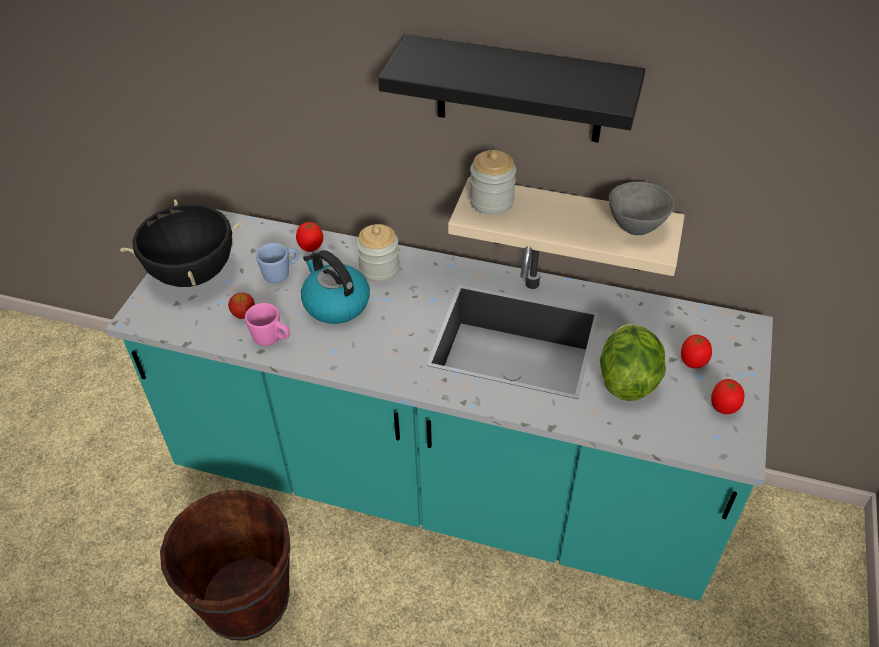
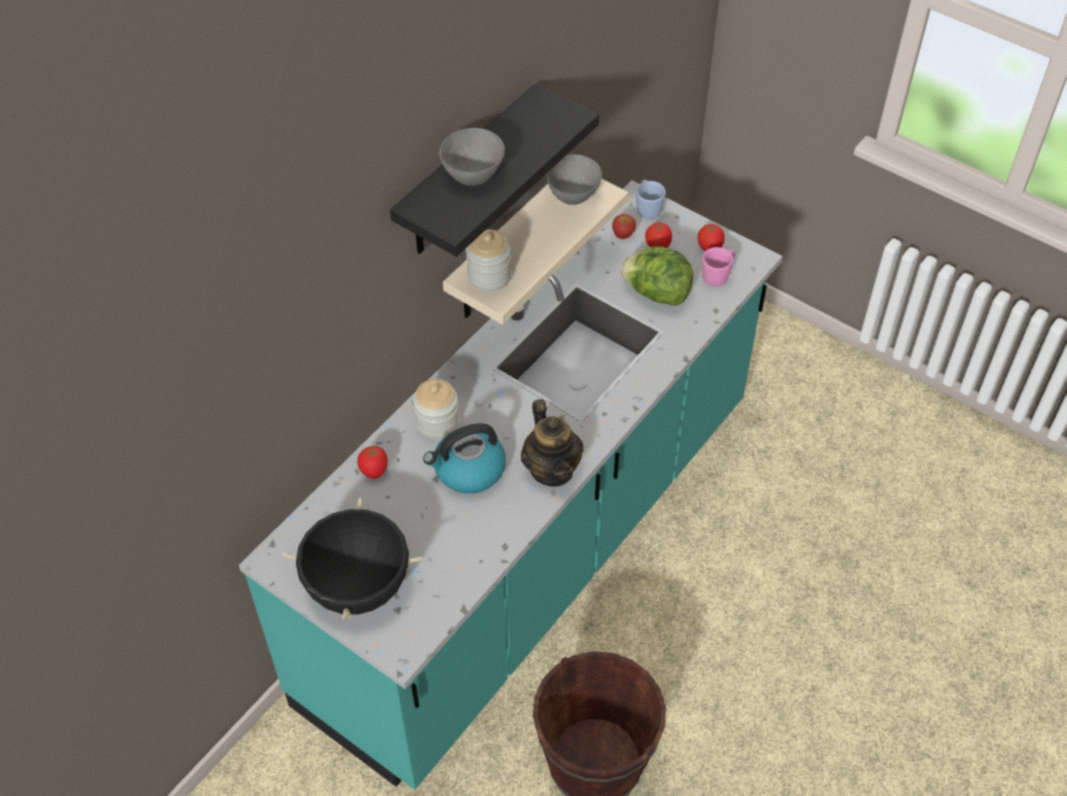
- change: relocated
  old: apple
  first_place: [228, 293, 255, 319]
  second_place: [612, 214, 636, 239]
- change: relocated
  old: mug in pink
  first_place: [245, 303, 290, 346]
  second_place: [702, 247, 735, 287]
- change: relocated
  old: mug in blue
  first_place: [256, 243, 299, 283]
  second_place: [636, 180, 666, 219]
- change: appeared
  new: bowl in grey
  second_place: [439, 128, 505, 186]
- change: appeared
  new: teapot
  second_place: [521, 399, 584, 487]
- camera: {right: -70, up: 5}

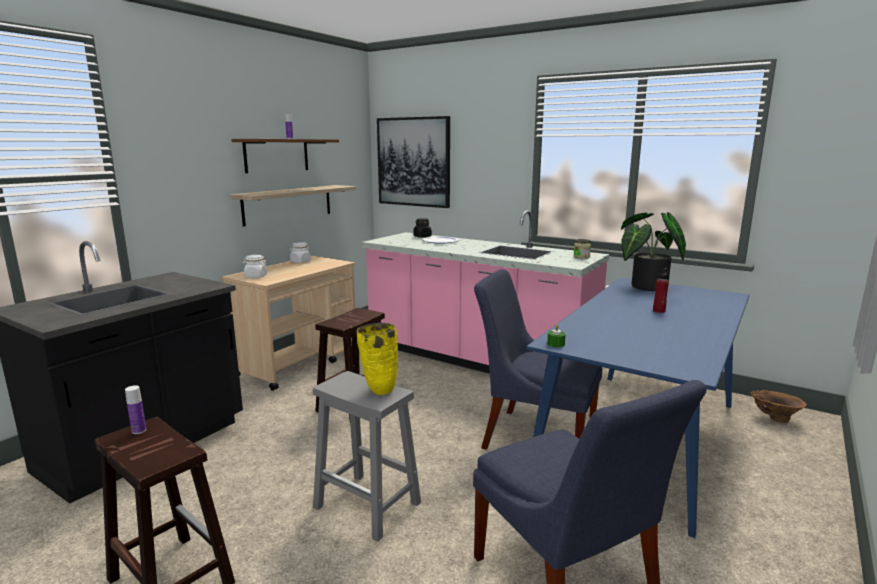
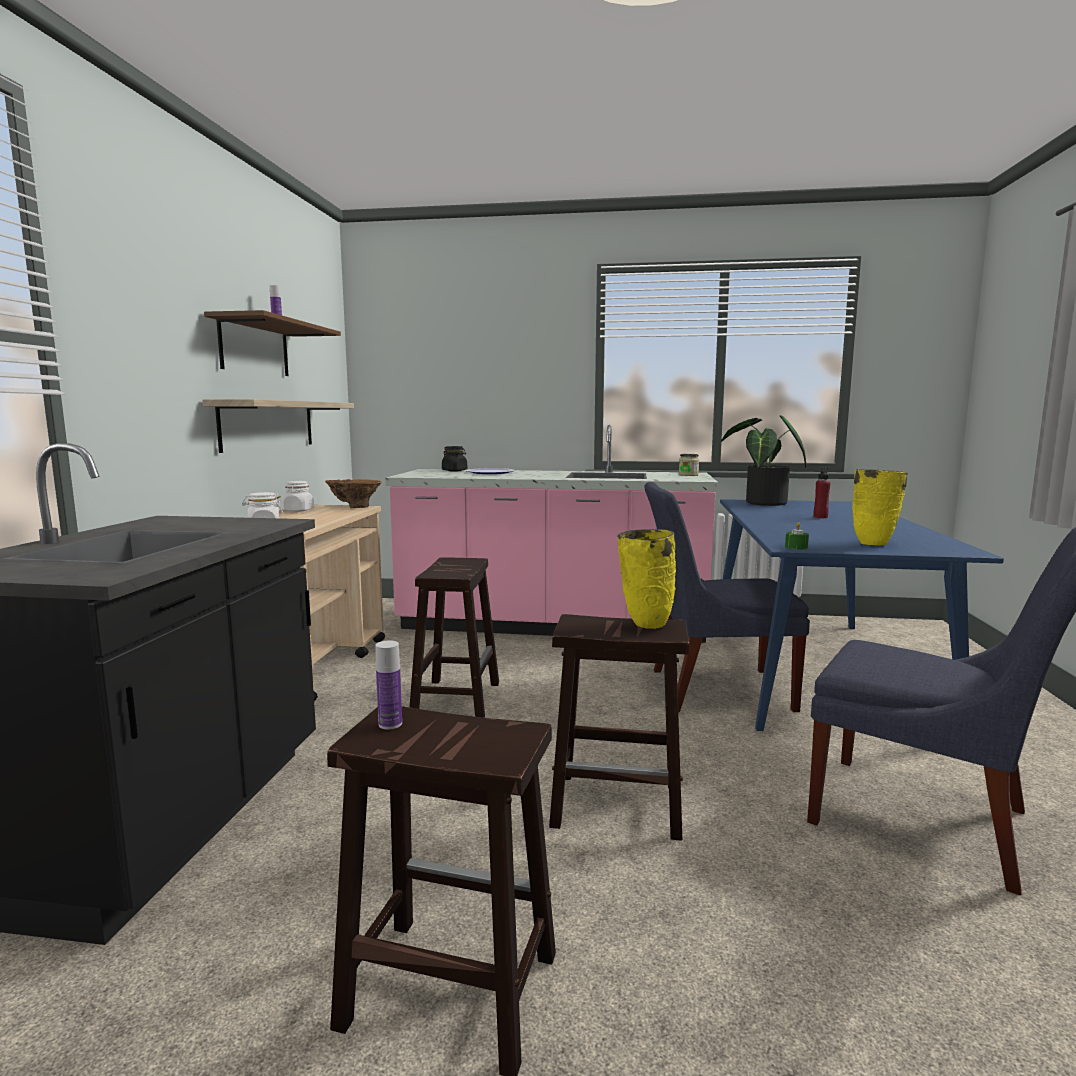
- change: colour
  old: stool in grey
  new: stool in brown
  first_place: [313, 371, 421, 541]
  second_place: [549, 614, 689, 841]
- change: missing
  old: picture
  first_place: [377, 116, 450, 208]
- change: relocated
  old: vase in brown
  first_place: [751, 390, 807, 423]
  second_place: [325, 479, 382, 508]
- change: appeared
  new: vase in yellow
  second_place: [852, 469, 908, 545]
- camera: {right: -25, up: -5}

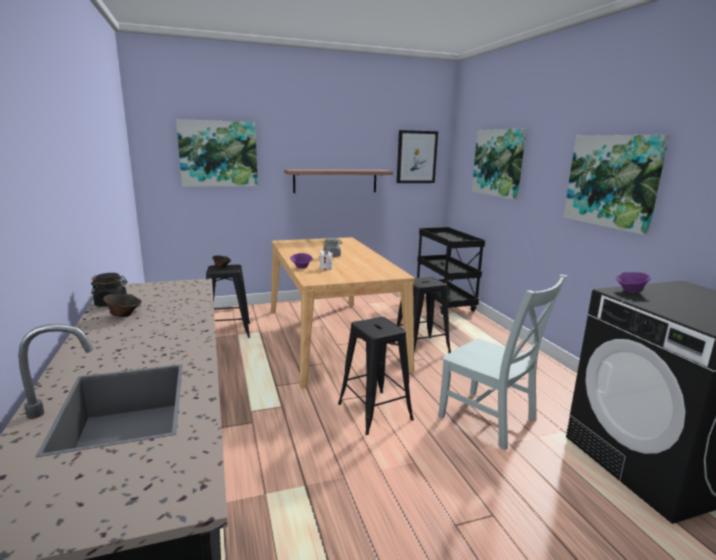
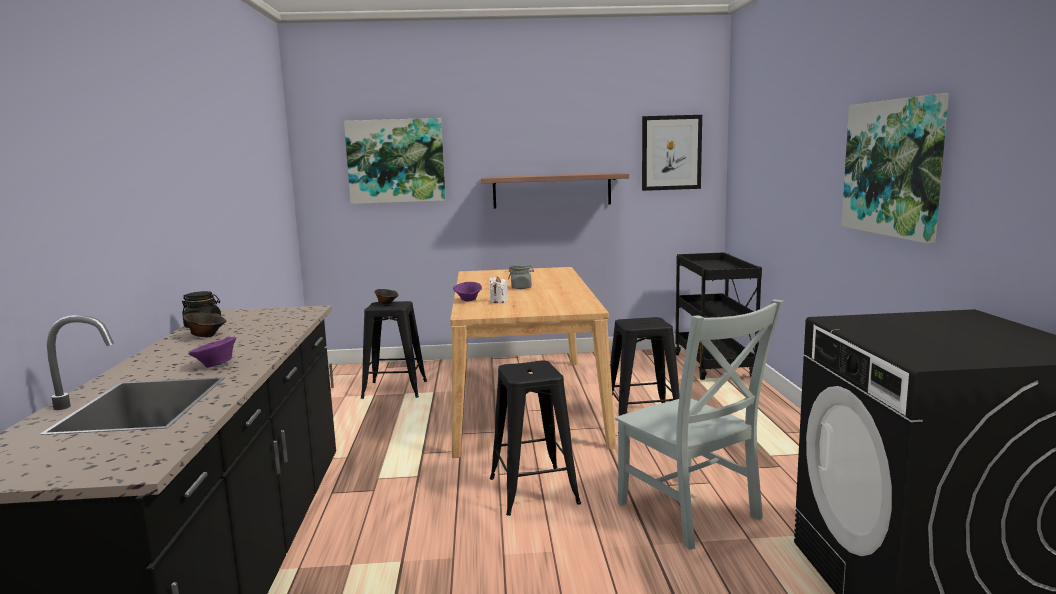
- change: missing
  old: picture
  first_place: [472, 129, 526, 200]
- change: relocated
  old: bowl in purple
  first_place: [616, 272, 651, 293]
  second_place: [188, 336, 236, 368]
- camera: {right: 15, up: -5}

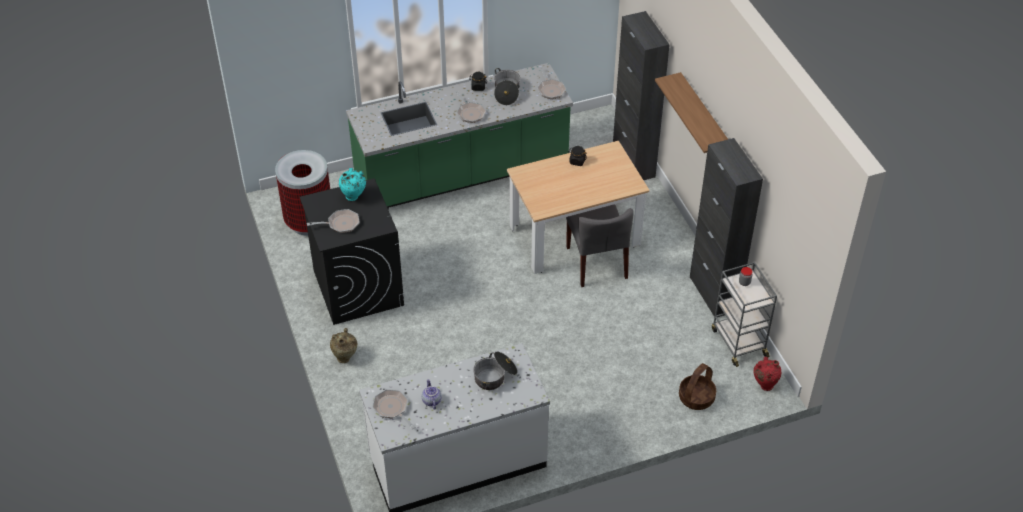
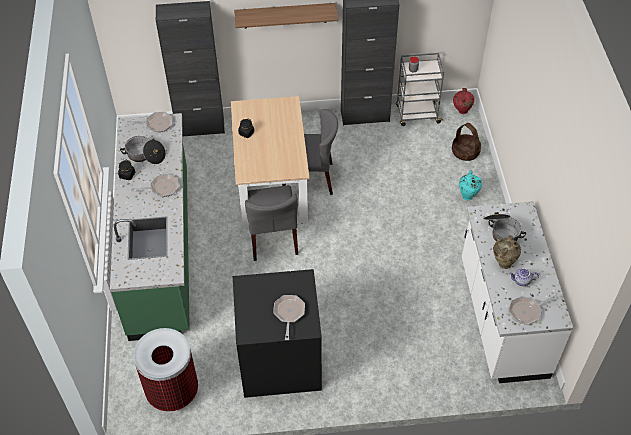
- change: relocated
  old: vase in beige
  first_place: [330, 328, 358, 363]
  second_place: [493, 235, 521, 269]
- change: relocated
  old: vase in turquoise
  first_place: [339, 168, 366, 201]
  second_place: [459, 170, 482, 200]
- change: appeared
  new: chair in grey
  second_place: [245, 185, 298, 261]
- camera: {right: -75, up: 5}

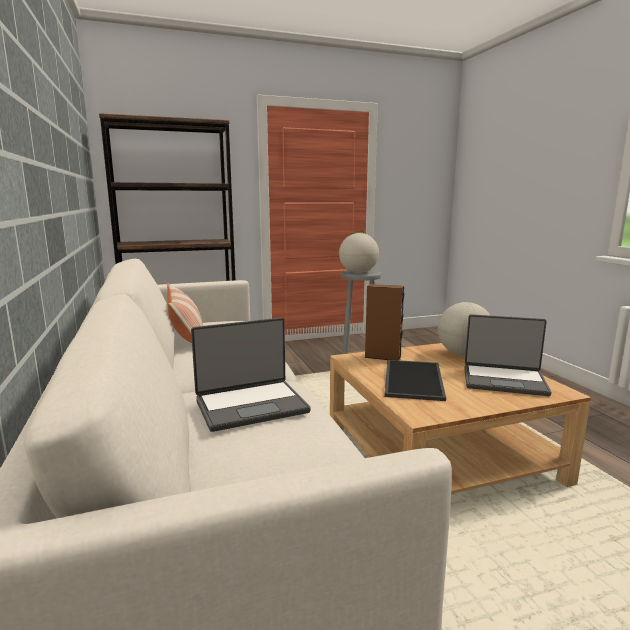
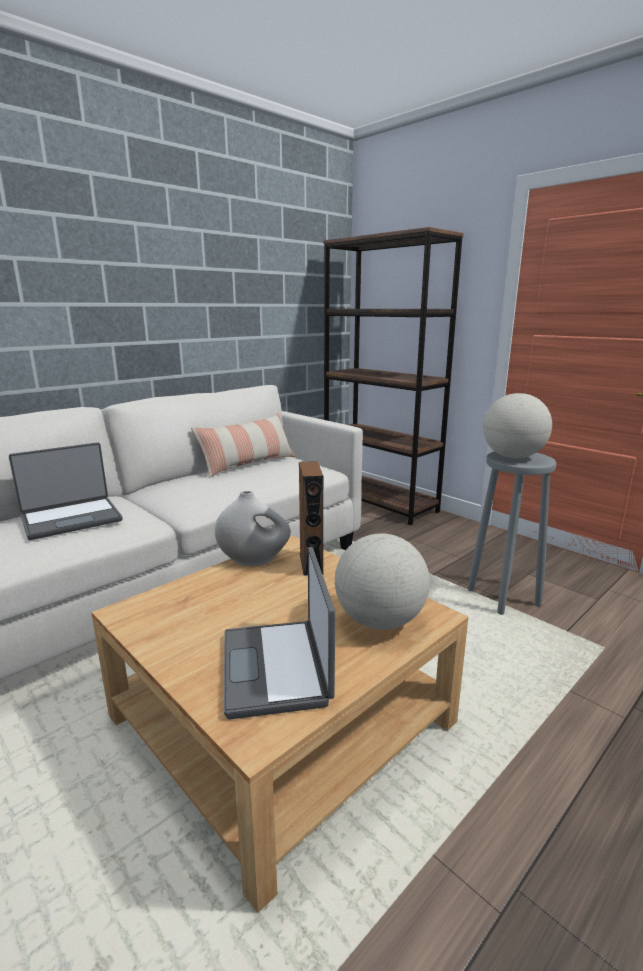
- change: spun
  old: laptop
  first_place: [191, 318, 311, 432]
  second_place: [9, 442, 123, 540]
  degrees: -75
- change: missing
  old: tray
  first_place: [384, 360, 446, 401]
- change: appeared
  new: vase in white
  second_place: [215, 491, 291, 566]
- camera: {right: 65, up: 5}

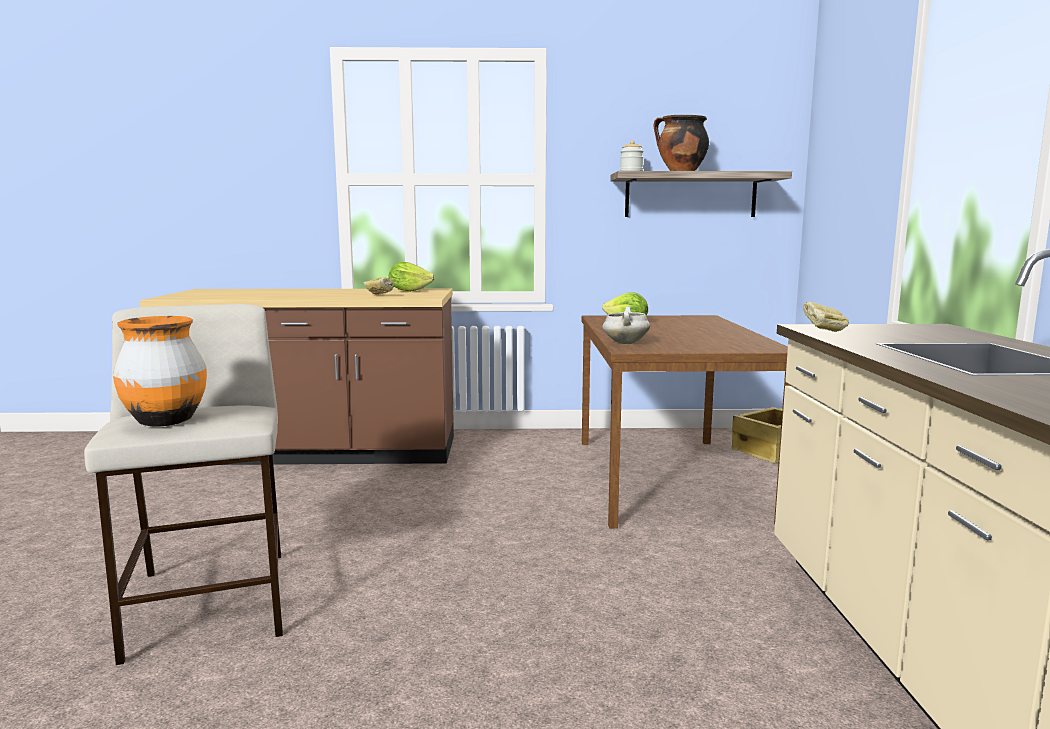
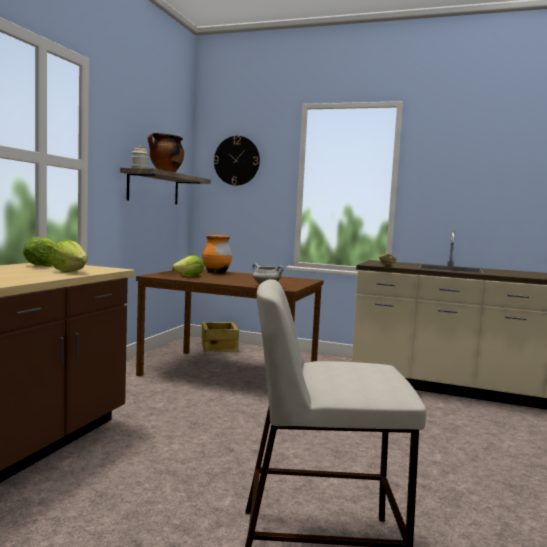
- change: relocated
  old: vase in orange
  first_place: [113, 316, 207, 427]
  second_place: [202, 235, 232, 274]
- change: exchanged
  old: bread
  new: lettuce
  first_place: [363, 277, 394, 296]
  second_place: [51, 240, 88, 272]
- change: appeared
  new: wall clock
  second_place: [214, 136, 260, 186]
- camera: {right: -70, up: -5}

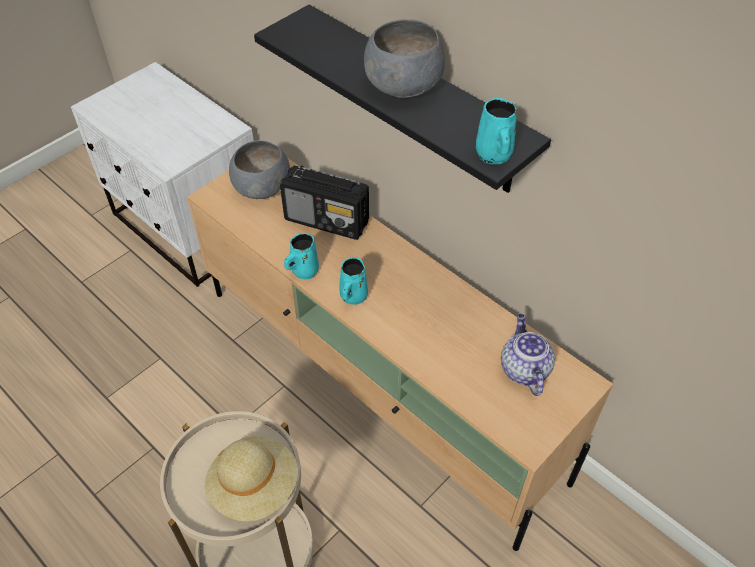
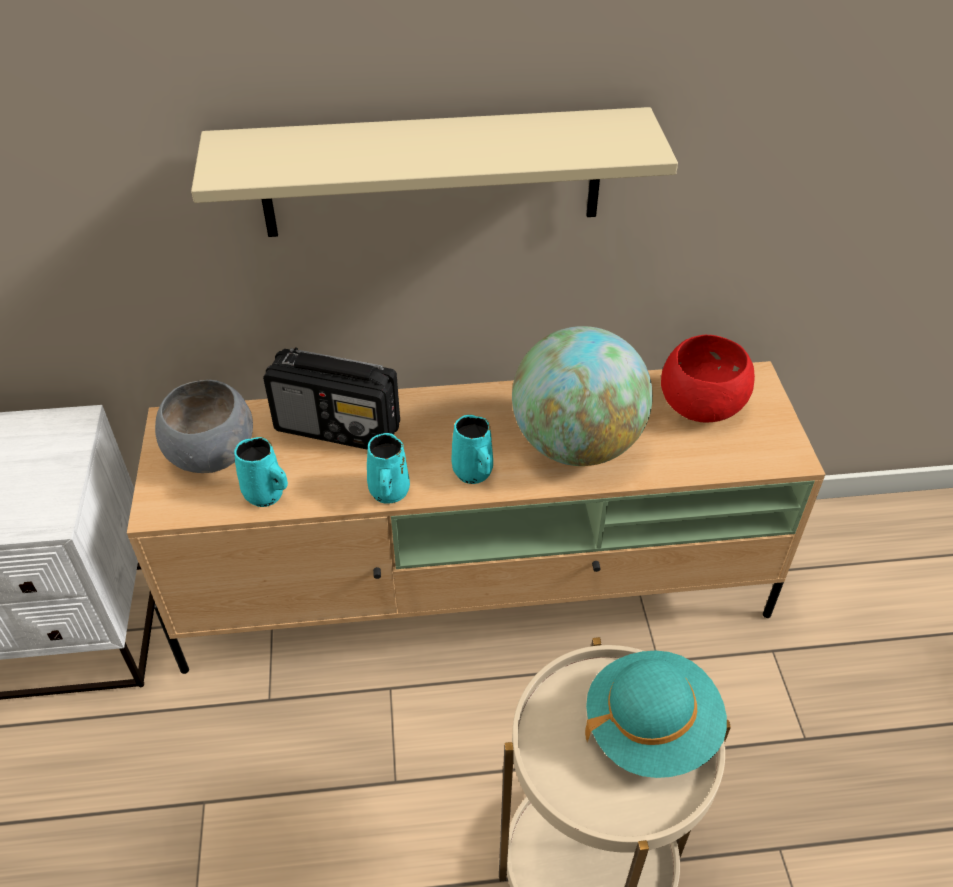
- change: colour
  old: hat in beige
  new: hat in turquoise
  first_place: [205, 436, 298, 521]
  second_place: [585, 651, 727, 778]
- change: colour
  old: shelf in black
  new: shelf in beige
  first_place: [254, 5, 551, 193]
  second_place: [191, 107, 678, 237]
- change: spun
  old: radio
  first_place: [280, 165, 369, 240]
  second_place: [263, 347, 400, 450]
  degrees: 45
- change: missing
  old: bowl in grey
  first_place: [364, 19, 445, 98]
- change: relocated
  old: mug in turquoise
  first_place: [476, 98, 517, 165]
  second_place: [234, 437, 288, 507]
- change: exchanged
  old: teapot
  new: bowl in red
  first_place: [501, 314, 555, 396]
  second_place: [661, 335, 755, 423]
- change: appeared
  new: globe
  second_place: [512, 326, 653, 466]
- camera: {right: -50, up: -5}

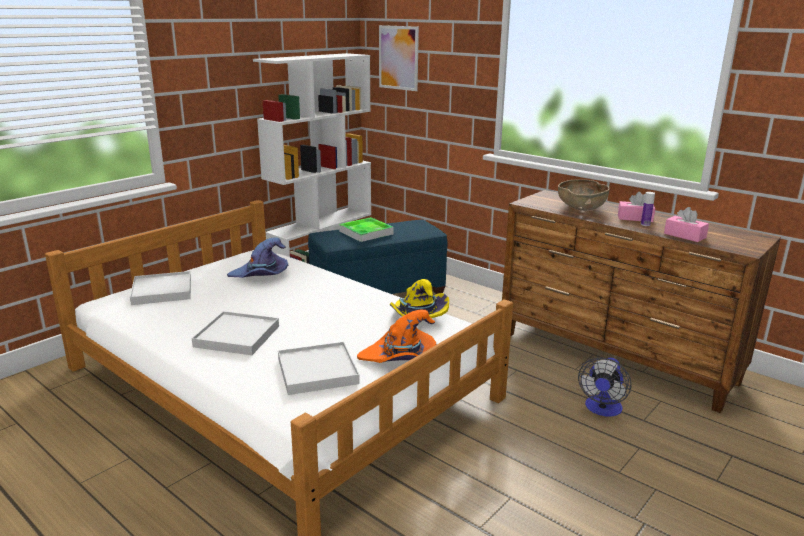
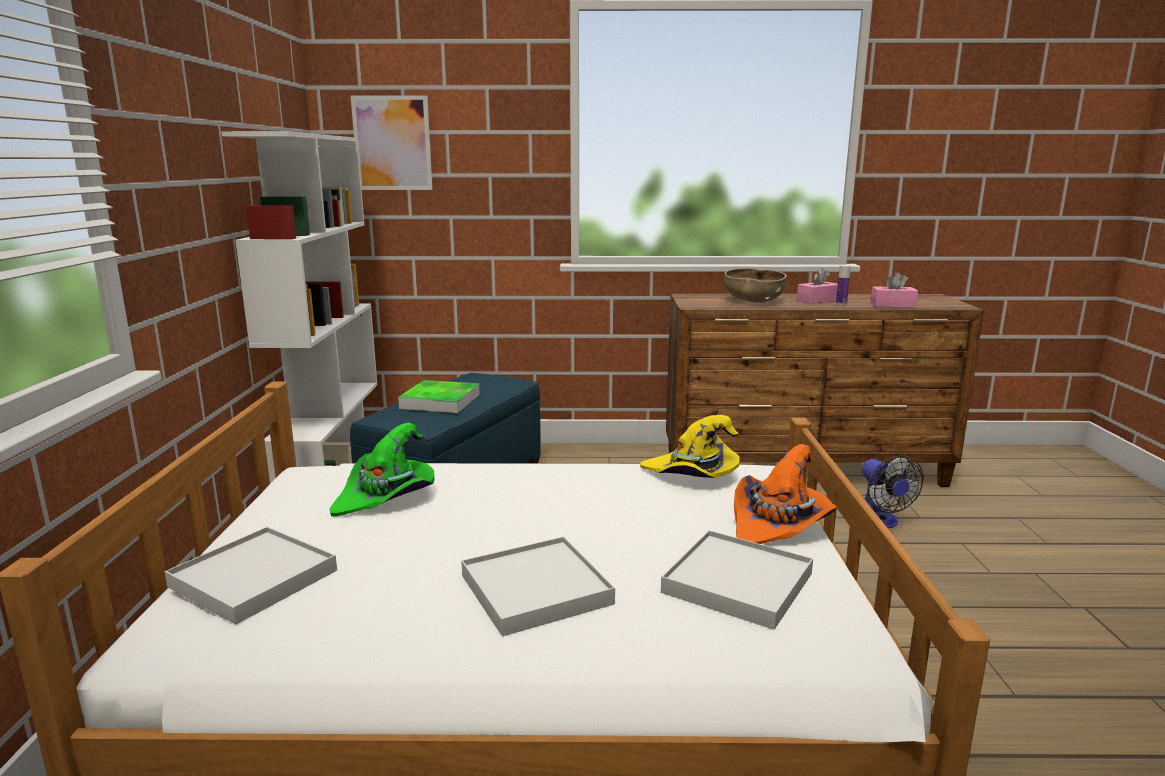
- change: colour
  old: hat in purple
  new: hat in green
  first_place: [227, 237, 288, 278]
  second_place: [330, 423, 434, 517]
- camera: {right: -40, up: -5}

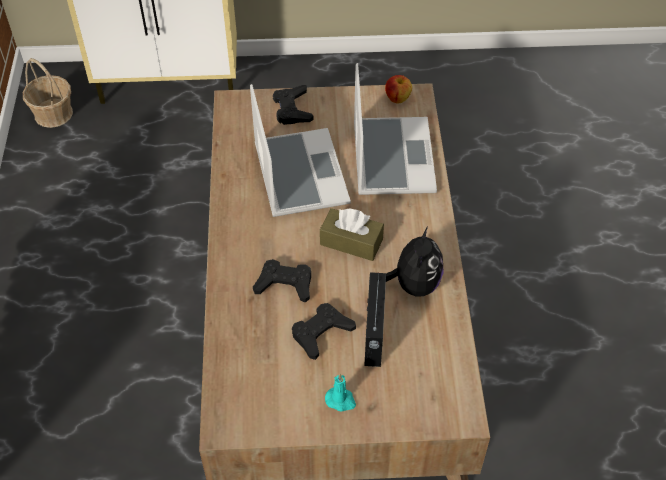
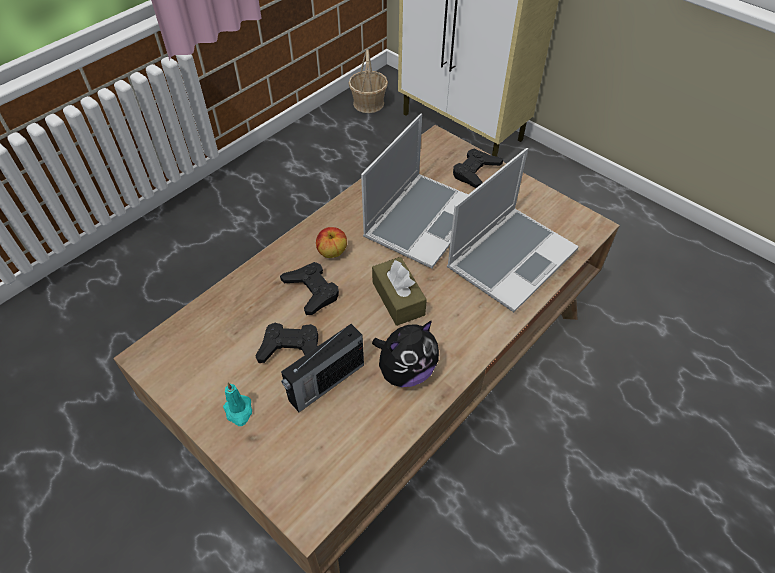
- change: relocated
  old: apple
  first_place: [385, 75, 412, 103]
  second_place: [316, 227, 347, 258]
- camera: {right: 45, up: 0}

